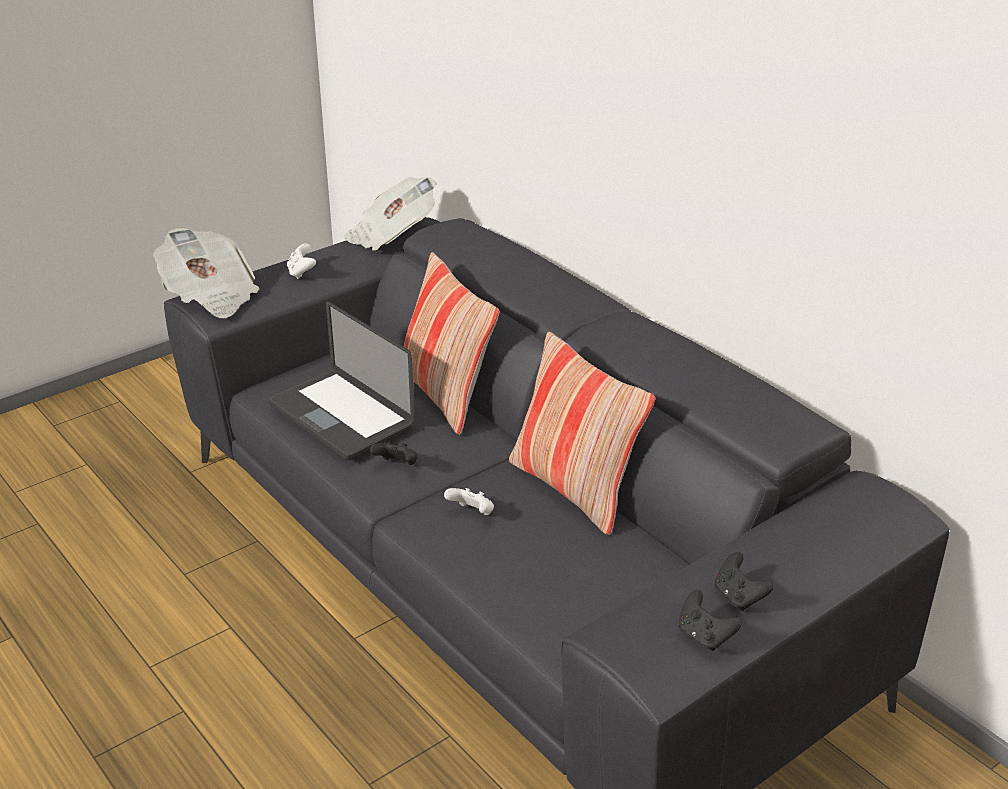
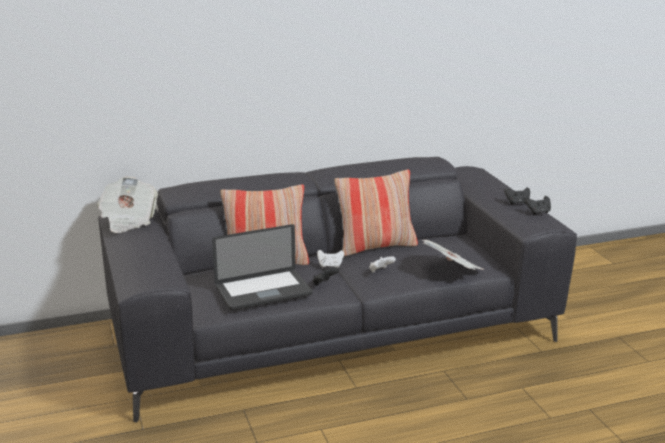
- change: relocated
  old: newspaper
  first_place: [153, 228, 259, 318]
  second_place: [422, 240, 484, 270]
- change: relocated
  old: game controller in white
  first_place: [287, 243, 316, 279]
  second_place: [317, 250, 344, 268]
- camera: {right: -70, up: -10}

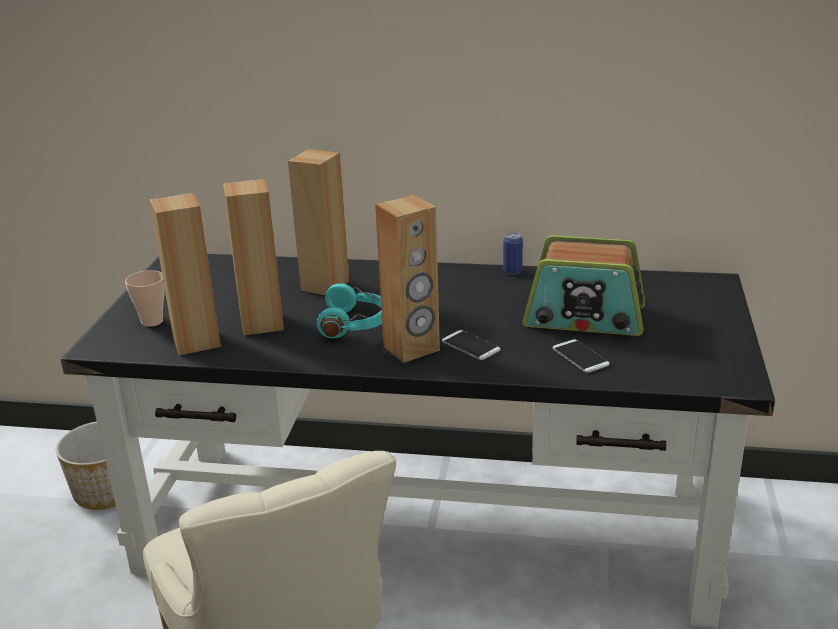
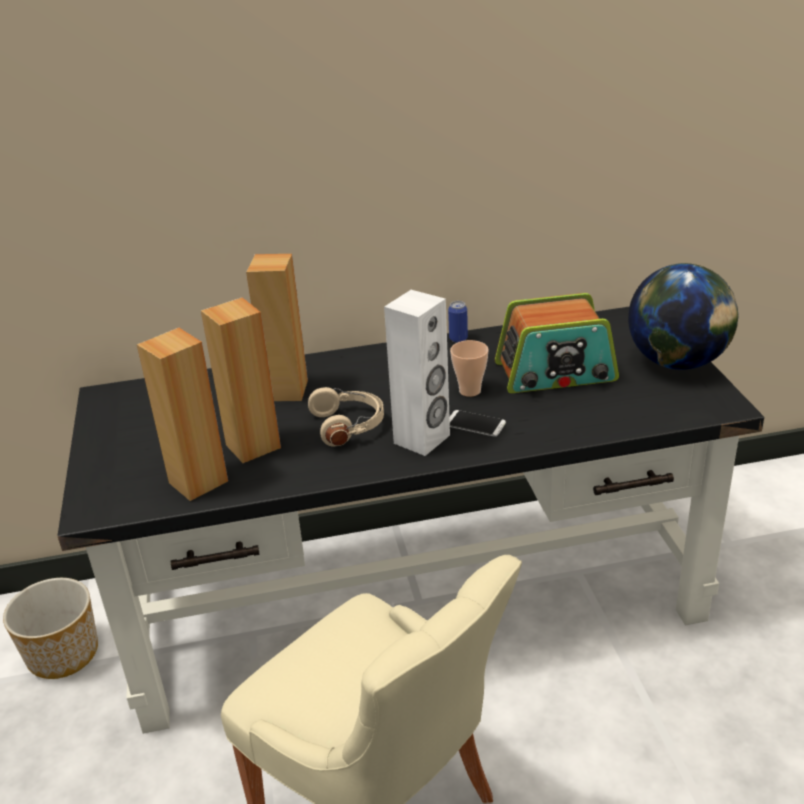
- change: relocated
  old: cup
  first_place: [125, 270, 165, 327]
  second_place: [450, 340, 489, 397]
- change: colour
  old: headphones in turquoise
  new: headphones in beige
  first_place: [317, 284, 382, 338]
  second_place: [308, 387, 384, 446]
- change: colour
  old: speaker in brown
  new: speaker in white
  first_place: [375, 195, 440, 363]
  second_place: [384, 290, 450, 456]
- change: missing
  old: phone
  first_place: [553, 339, 610, 373]
- change: appeared
  new: globe
  second_place: [628, 263, 738, 370]
- camera: {right: -20, up: 5}

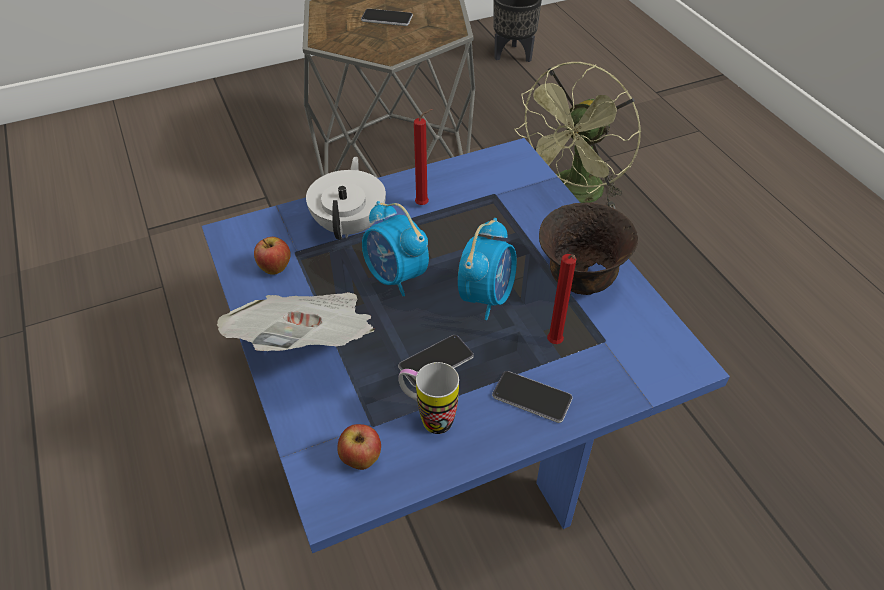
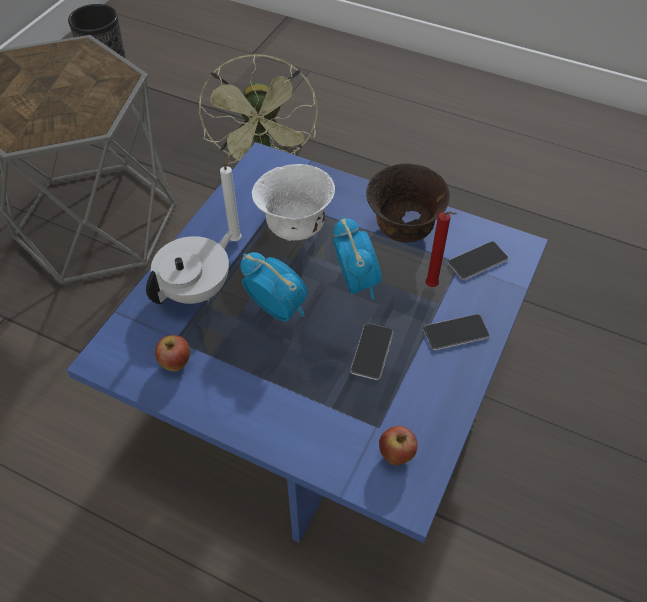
- change: missing
  old: newspaper
  first_place: [217, 292, 374, 351]
- change: spun
  old: teapot in white
  first_place: [306, 157, 386, 240]
  second_place: [146, 230, 233, 304]
  degrees: 75
- change: relocated
  old: phone
  first_place: [361, 9, 413, 26]
  second_place: [448, 241, 508, 280]
- change: spun
  old: alarm clock
  first_place: [362, 201, 429, 296]
  second_place: [240, 252, 308, 321]
  degrees: -150
- change: missing
  old: mug
  first_place: [398, 362, 459, 434]
- change: colour
  old: candle in red
  new: candle in white
  first_place: [414, 109, 432, 205]
  second_place: [220, 154, 242, 241]
- change: appeared
  new: bowl in white
  second_place: [252, 164, 335, 241]
- camera: {right: -40, up: 5}

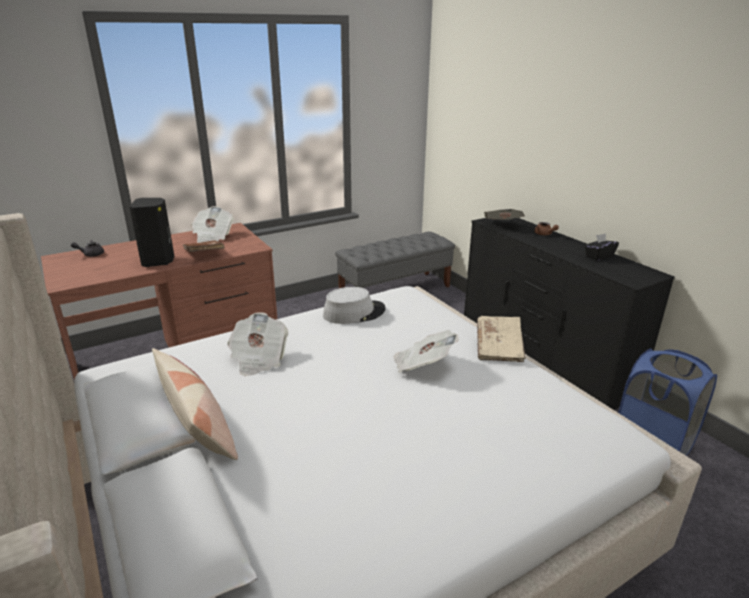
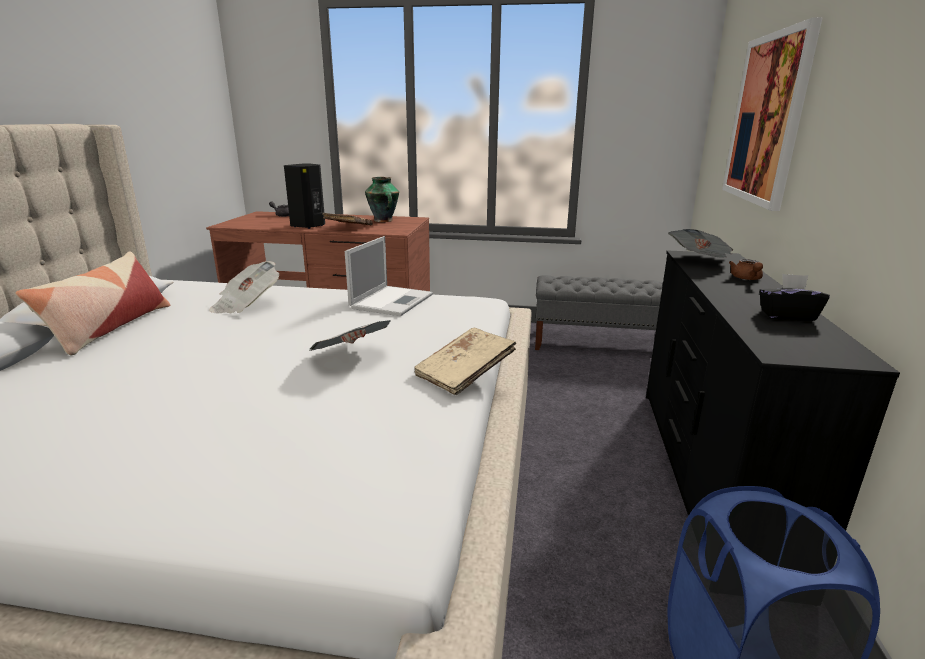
- change: exchanged
  old: newspaper
  new: vase
  first_place: [191, 206, 234, 243]
  second_place: [365, 177, 399, 222]
- change: exchanged
  old: hat in grey
  new: laptop
  first_place: [323, 287, 386, 324]
  second_place: [345, 236, 433, 316]
- change: appeared
  new: picture
  second_place: [722, 17, 823, 211]
- camera: {right: 40, up: -5}

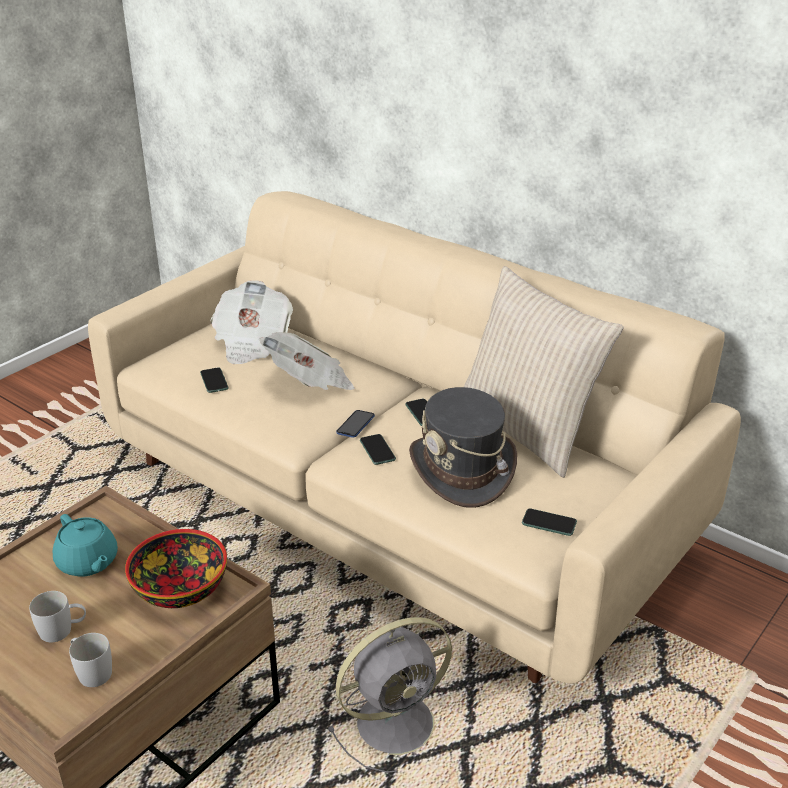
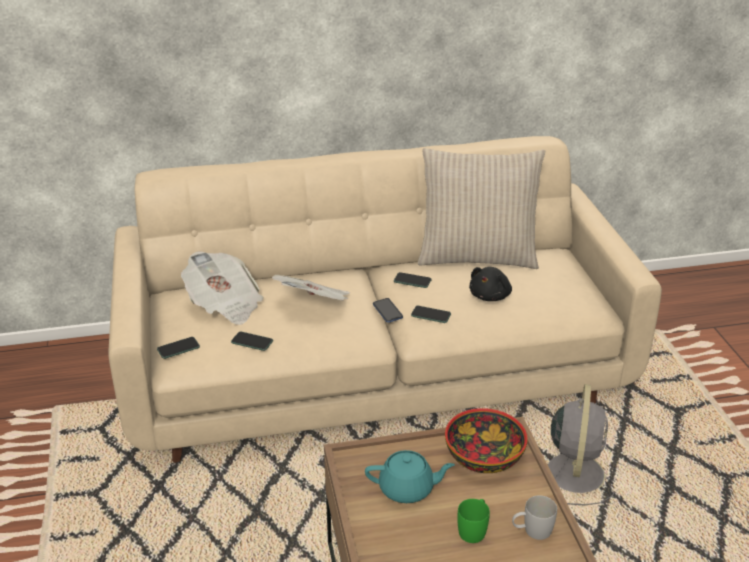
- change: colour
  old: mug in white
  new: mug in green
  first_place: [29, 591, 86, 642]
  second_place: [457, 499, 490, 543]
- change: exchanged
  old: hat in grey
  new: plush toy in black
  first_place: [409, 387, 517, 508]
  second_place: [469, 267, 512, 301]
- change: relocated
  old: phone
  first_place: [522, 508, 577, 536]
  second_place: [157, 337, 200, 359]
- camera: {right: -50, up: 0}

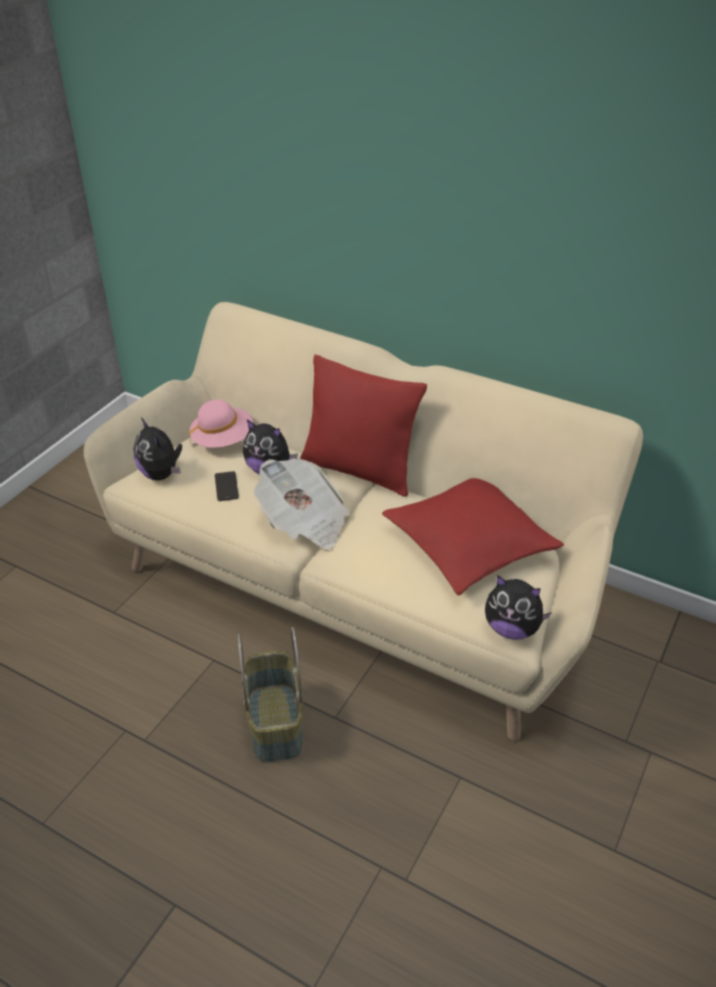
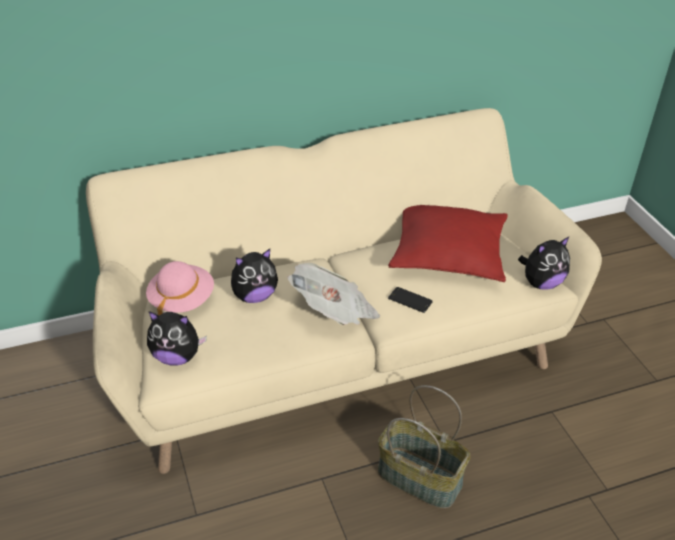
- change: relocated
  old: phone
  first_place: [215, 471, 239, 501]
  second_place: [388, 287, 433, 313]
- change: missing
  old: pillow in red
  first_place: [300, 354, 427, 497]
- camera: {right: -50, up: 0}

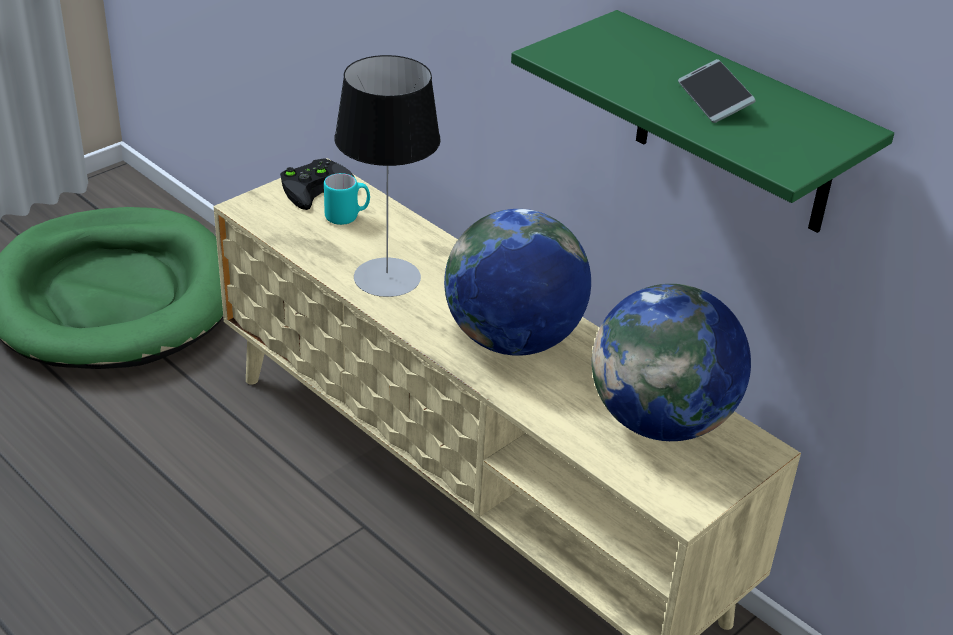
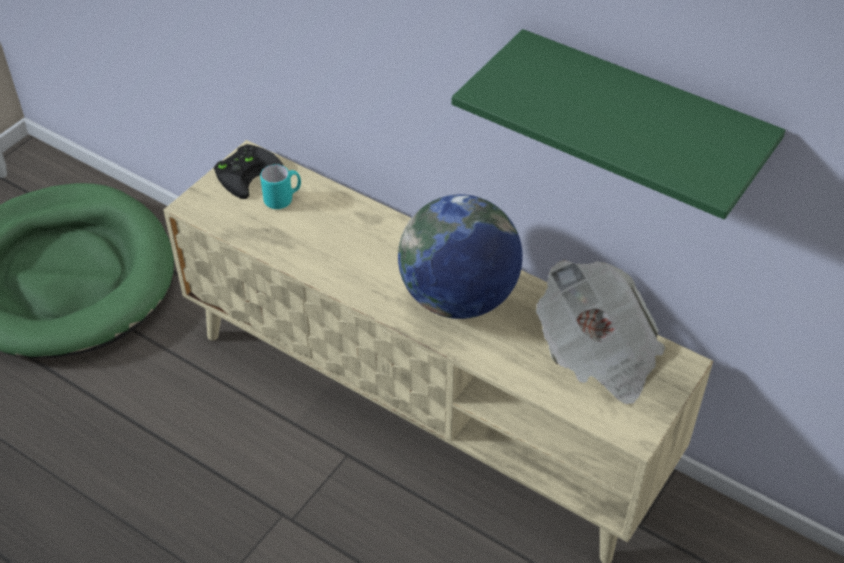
- change: missing
  old: table lamp
  first_place: [334, 55, 441, 297]
- change: exchanged
  old: globe
  new: newspaper
  first_place: [592, 284, 751, 441]
  second_place: [536, 260, 665, 404]
- change: missing
  old: phone
  first_place: [678, 59, 755, 123]
- camera: {right: -10, up: 10}

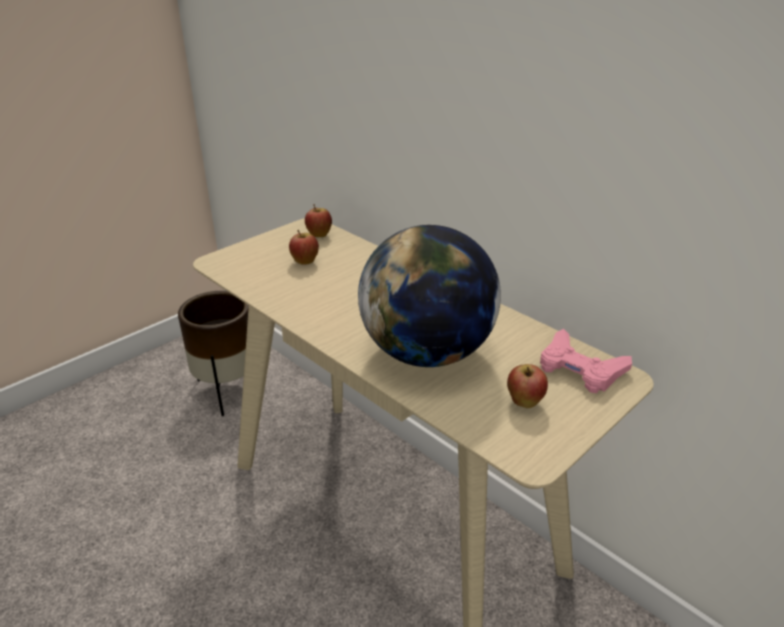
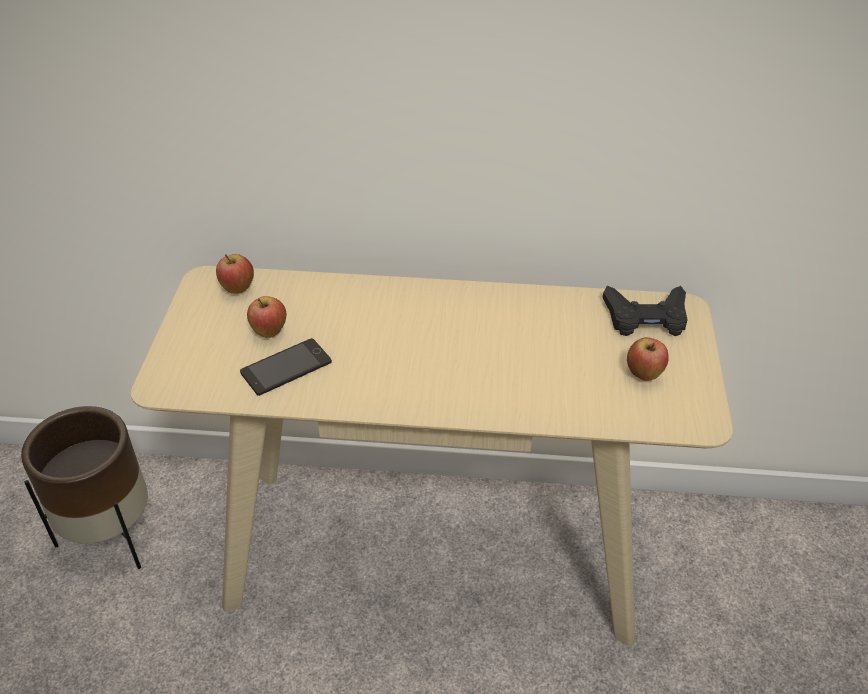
- change: missing
  old: globe
  first_place: [358, 225, 501, 367]
- change: colour
  old: game controller in pink
  new: game controller in black
  first_place: [540, 329, 632, 393]
  second_place: [603, 286, 688, 336]
- change: appeared
  new: phone
  second_place: [240, 338, 332, 396]
- camera: {right: -40, up: 10}

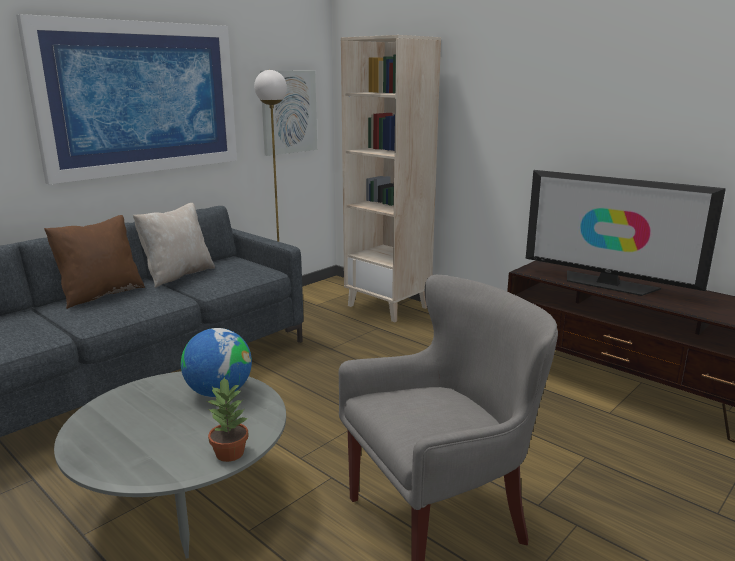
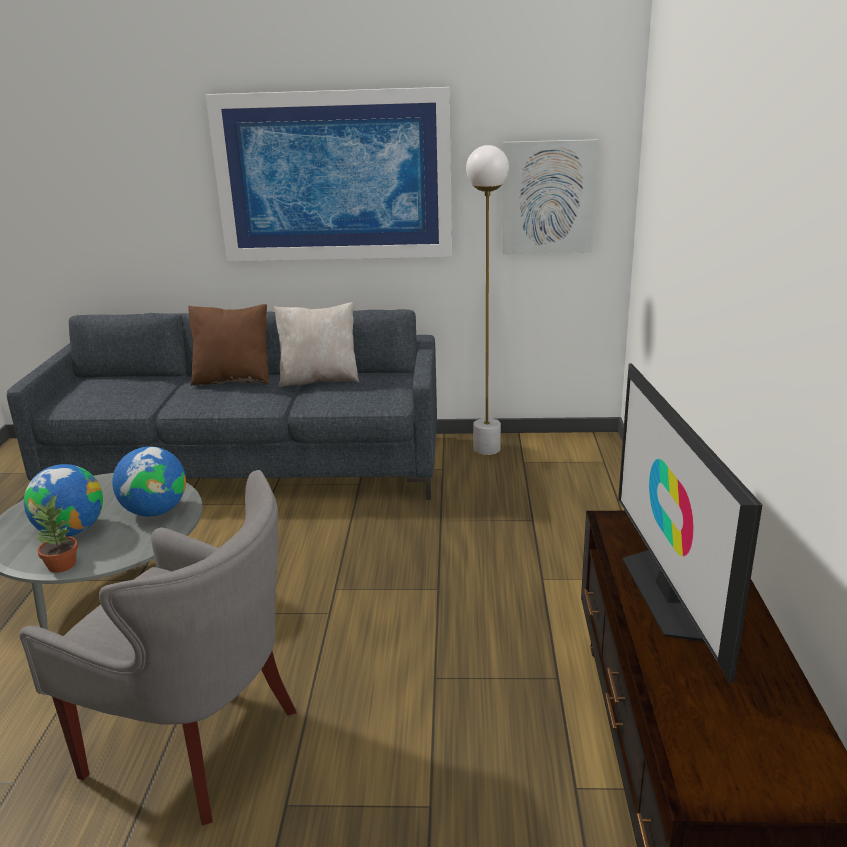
- change: missing
  old: bookcase in beige
  first_place: [341, 35, 441, 322]
- change: appeared
  new: globe
  second_place: [24, 464, 103, 536]
- camera: {right: 50, up: 5}

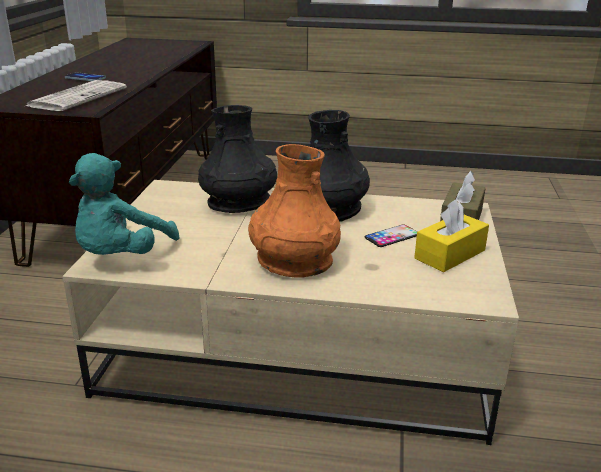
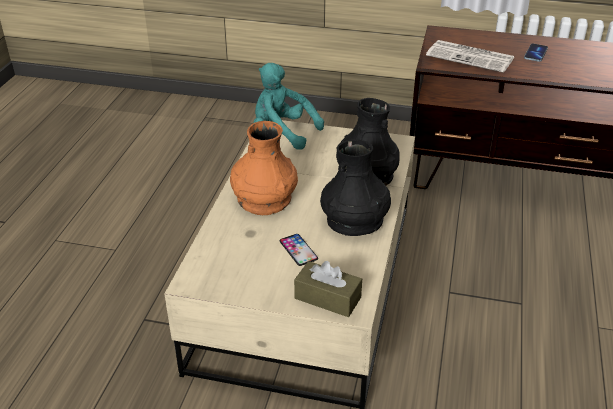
- change: missing
  old: tissue box in yellow
  first_place: [414, 199, 489, 272]
- camera: {right: 95, up: 10}

